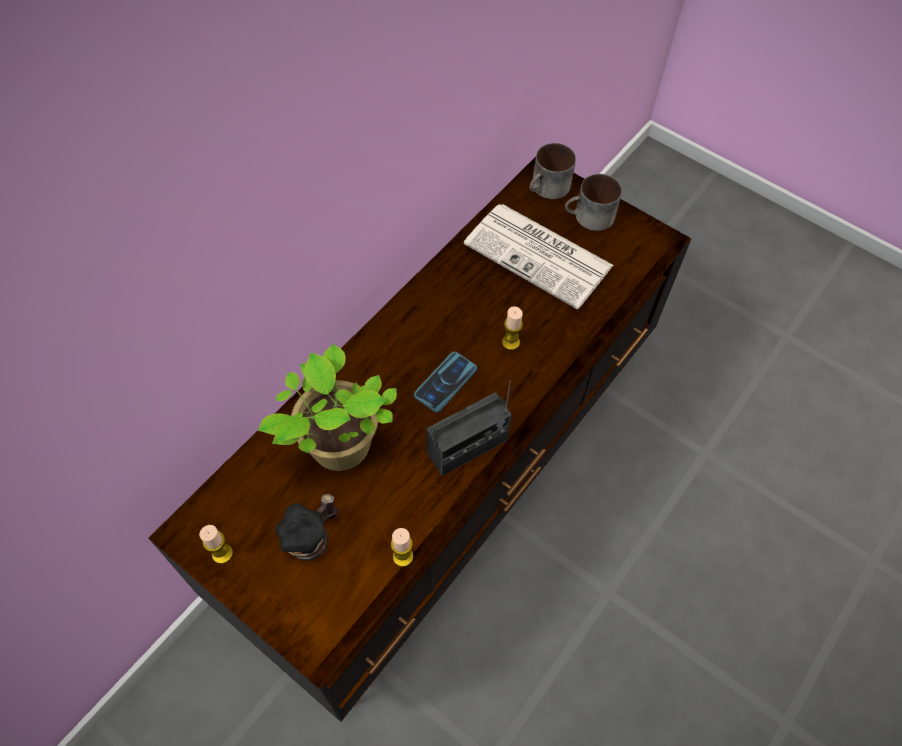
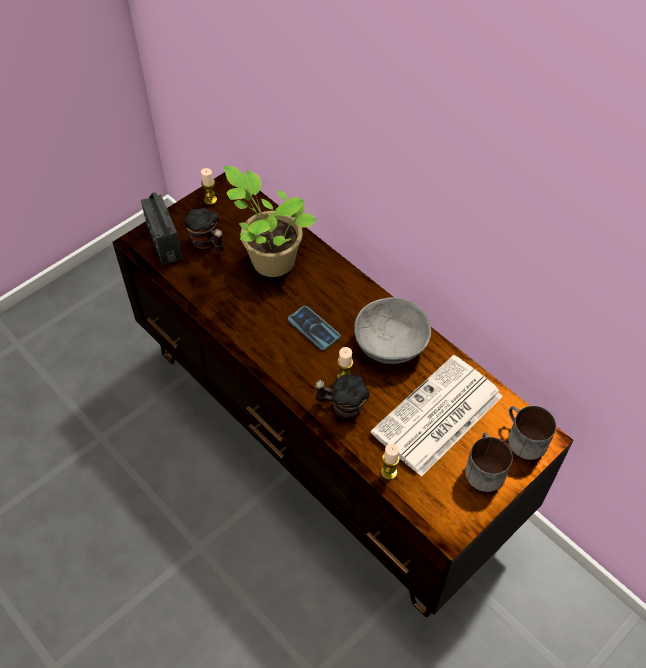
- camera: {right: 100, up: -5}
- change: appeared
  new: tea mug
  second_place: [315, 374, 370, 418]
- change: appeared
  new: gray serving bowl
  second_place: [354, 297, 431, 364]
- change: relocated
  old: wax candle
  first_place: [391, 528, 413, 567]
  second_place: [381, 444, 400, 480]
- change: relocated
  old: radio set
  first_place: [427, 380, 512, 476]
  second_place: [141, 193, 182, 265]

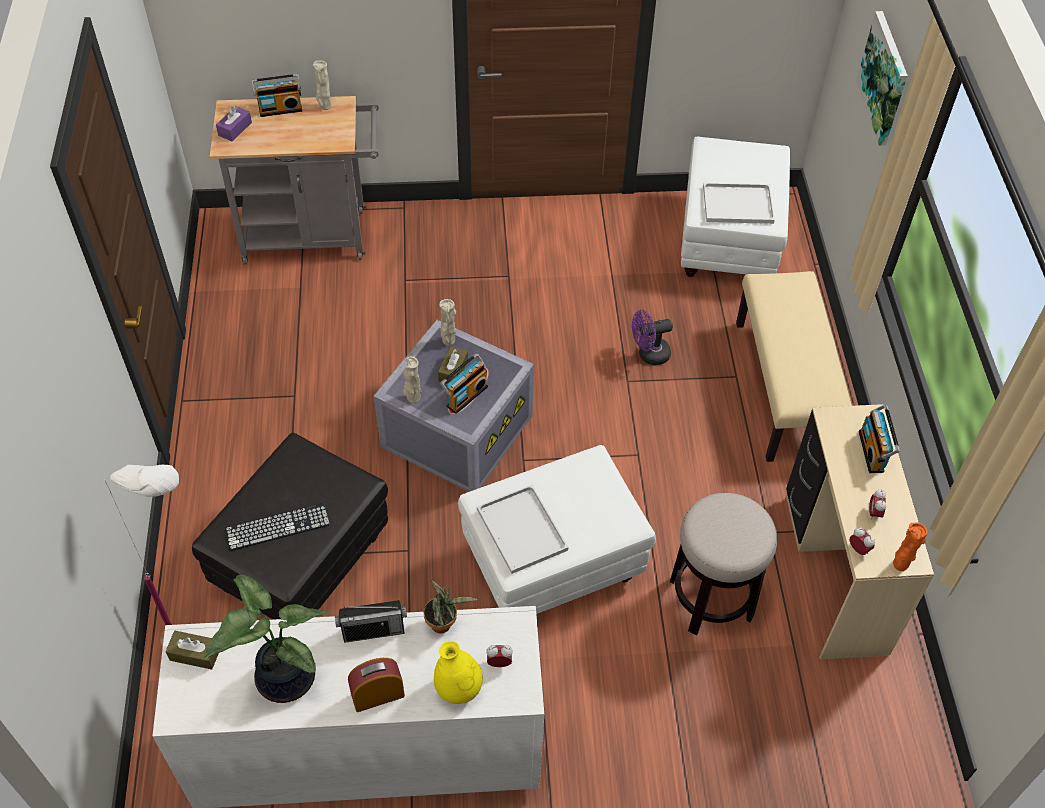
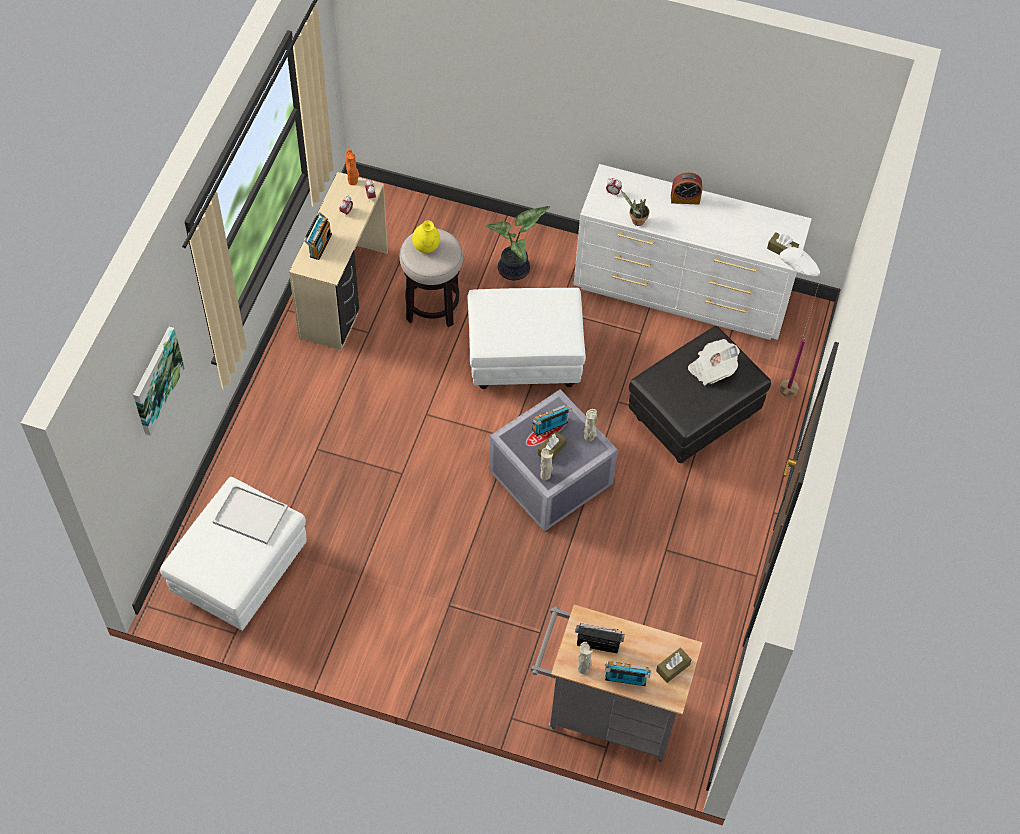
- camera: {right: -160, up: 5}
- change: missing
  old: white-coloured serving tray
  first_place: [477, 485, 568, 574]
- change: missing
  old: purple-coloured cooling fan
  first_place: [632, 310, 673, 365]
- change: missing
  old: beige-coloured long seat
  first_place: [736, 271, 852, 462]
- change: relocated
  old: plant in a pot
  first_place: [204, 574, 328, 703]
  second_place: [485, 206, 550, 281]
- change: relocated
  old: radio set
  first_place: [335, 600, 407, 643]
  second_place: [575, 623, 625, 653]
- change: relocated
  old: yellowish flower vase
  first_place: [434, 641, 483, 704]
  second_place: [412, 220, 440, 253]
- change: exchanged
  old: keyboard
  new: printed paper
  first_place: [225, 503, 330, 551]
  second_place: [688, 339, 740, 385]
- change: colour
  old: purple-coloured box of tissues
  new: brownish box of tissues
  first_place: [216, 105, 252, 141]
  second_place: [656, 648, 692, 683]

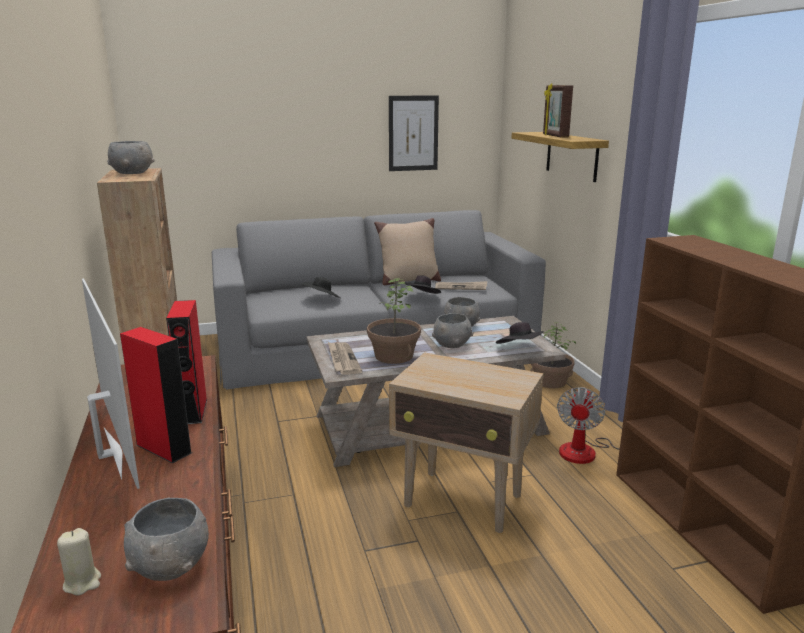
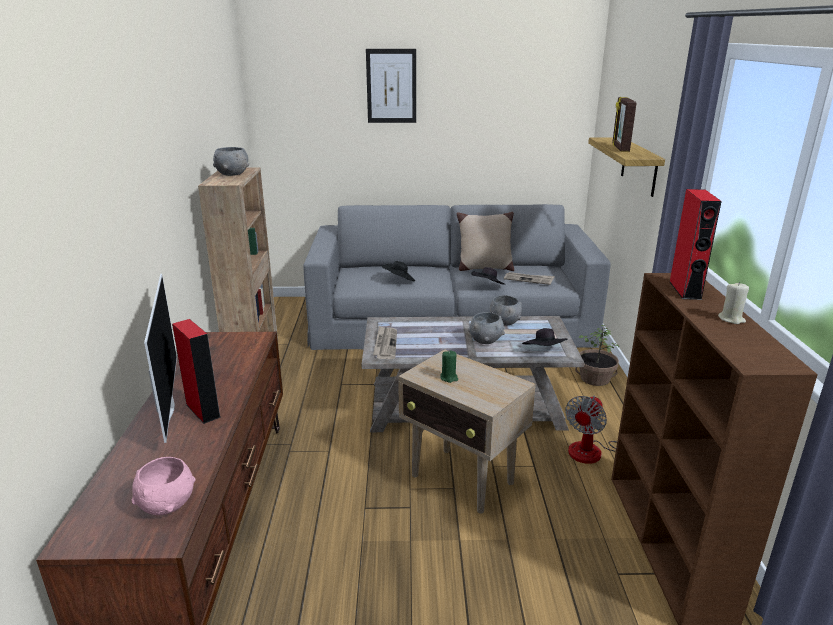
- camera: {right: 15, up: 5}
- change: missing
  old: plant in a pot
  first_place: [367, 278, 421, 364]
- change: appeared
  new: green-coloured wax candle
  second_place: [440, 350, 458, 383]
- change: relocated
  old: beige-coloured wax candle
  first_place: [57, 528, 101, 596]
  second_place: [718, 282, 749, 324]
- change: relocated
  old: red-coloured loudspeaker
  first_place: [166, 300, 207, 424]
  second_place: [669, 189, 722, 300]
- change: relocated
  old: wall art
  first_place: [389, 96, 439, 171]
  second_place: [366, 49, 416, 123]
- change: colour
  old: gray serving bowl
  new: pink serving bowl
  first_place: [124, 498, 209, 581]
  second_place: [131, 457, 196, 515]

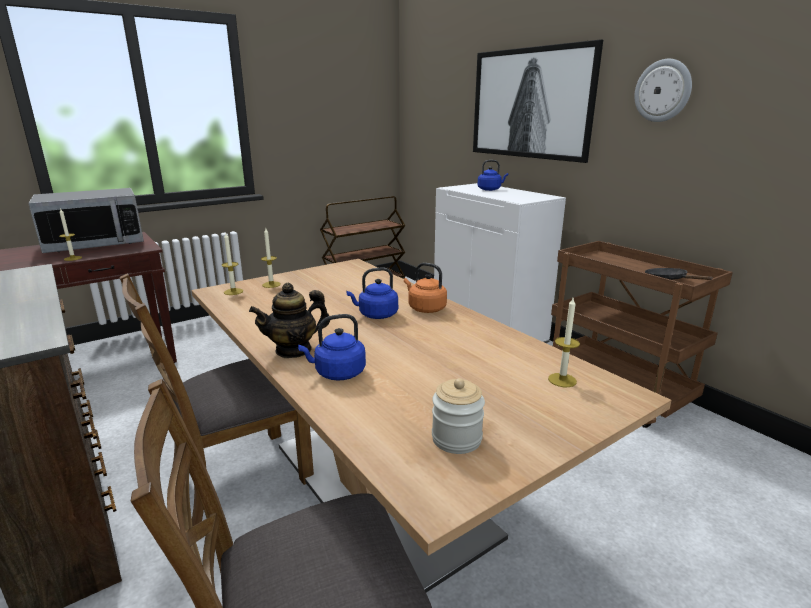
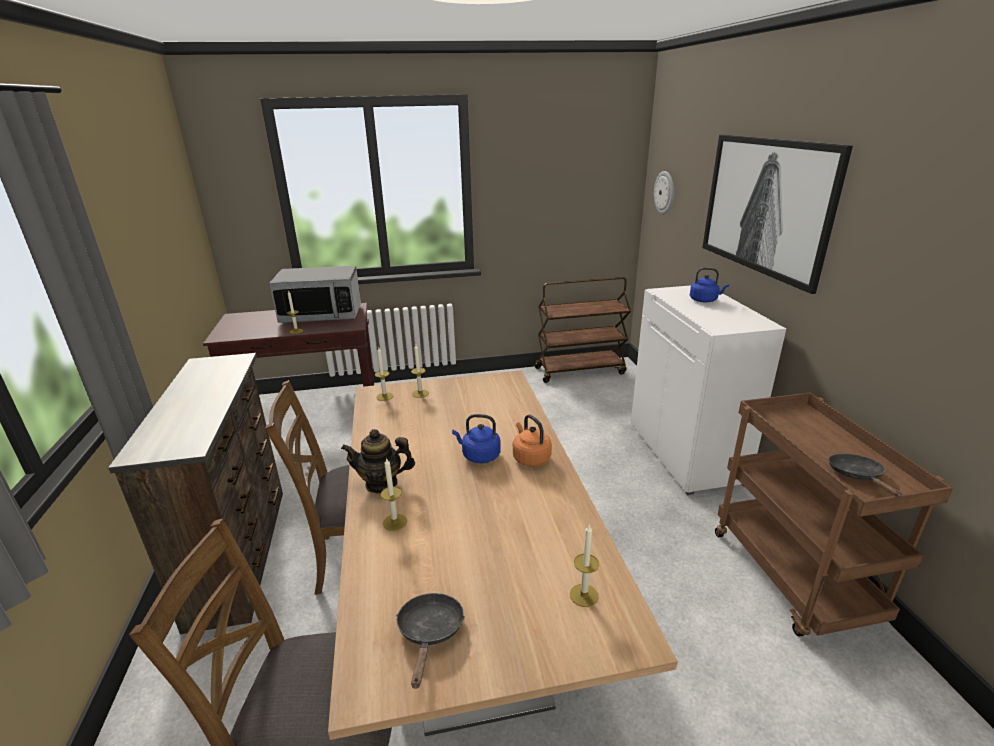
- camera: {right: 25, up: 5}
- change: relocated
  old: hanging clock
  first_place: [634, 59, 692, 122]
  second_place: [654, 171, 674, 214]
- change: exchanged
  old: bluish kettle
  new: wax candle
  first_place: [298, 314, 366, 380]
  second_place: [380, 458, 407, 531]
- change: exchanged
  old: preserve jar
  new: black-coloured pan
  first_place: [432, 378, 485, 454]
  second_place: [396, 593, 465, 689]

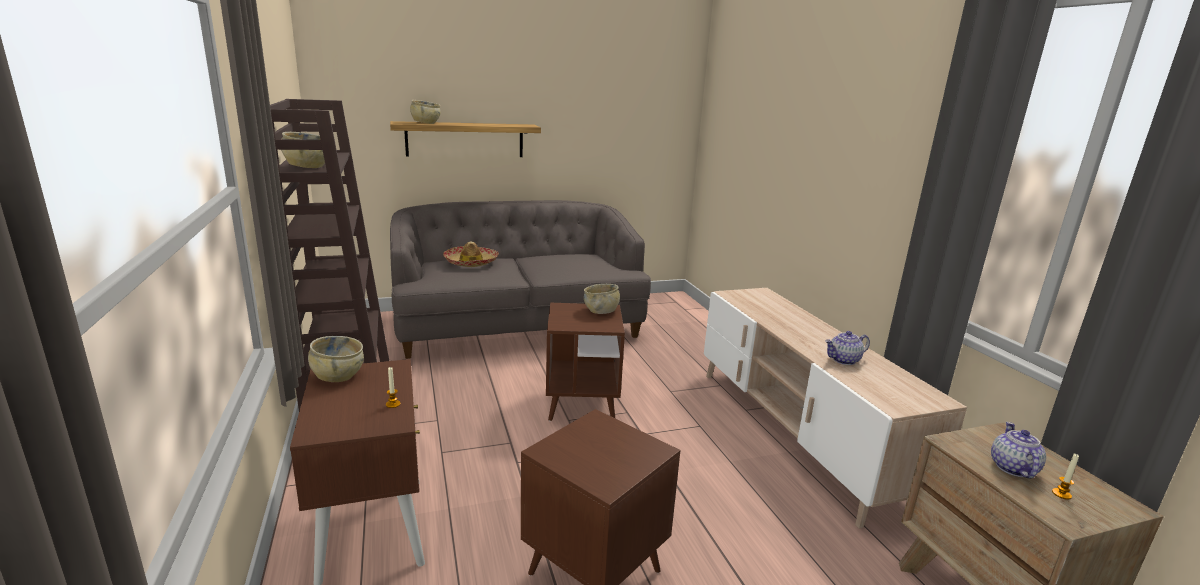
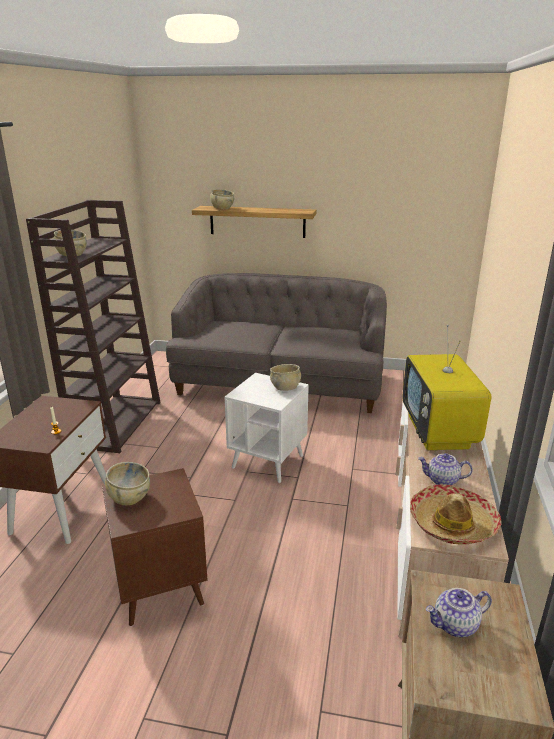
- camera: {right: 30, up: 5}
- change: missing
  old: wax candle
  first_place: [1052, 454, 1079, 500]
- change: appeared
  new: television
  second_place: [402, 325, 492, 450]
- change: relocated
  old: beige-coloured serving bowl
  first_place: [308, 336, 364, 382]
  second_place: [105, 462, 150, 505]
- change: relocated
  old: clothing hat
  first_place: [443, 242, 499, 267]
  second_place: [410, 484, 502, 545]
- change: colour
  old: brownish side table
  new: white-coloured side table
  first_place: [546, 303, 625, 421]
  second_place: [225, 373, 309, 483]
- change: spun
  old: pot for tea
  first_place: [991, 422, 1046, 478]
  second_place: [426, 588, 492, 637]
  degrees: -150

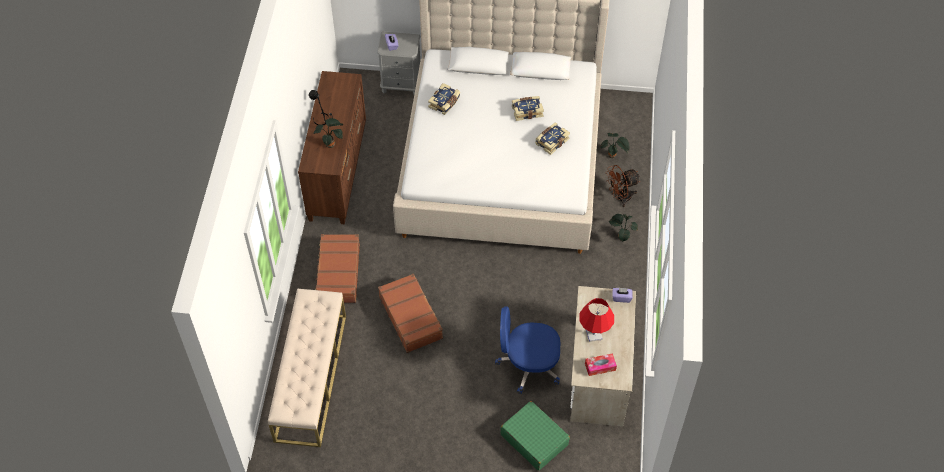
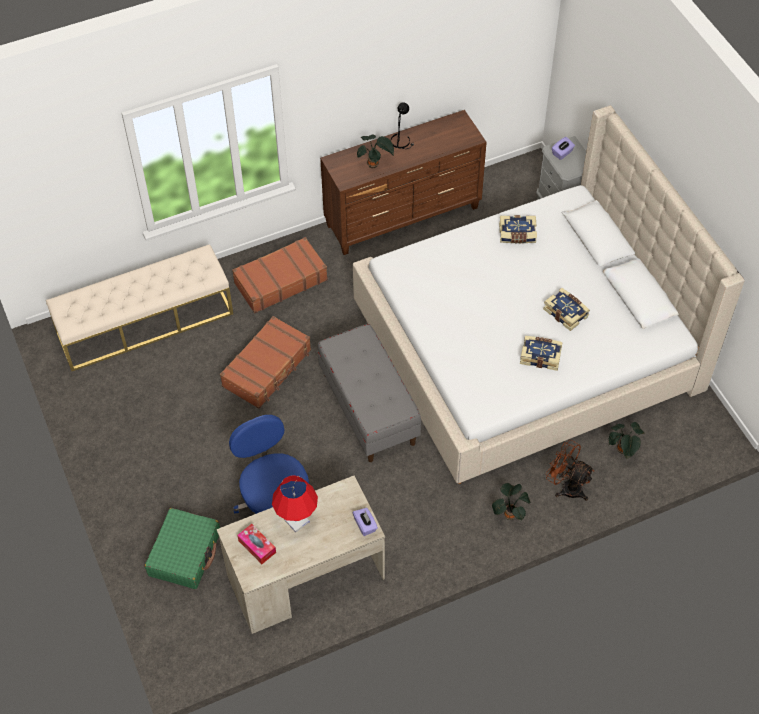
- camera: {right: 60, up: 0}
- change: appeared
  new: gray long seat
  second_place: [318, 324, 421, 462]

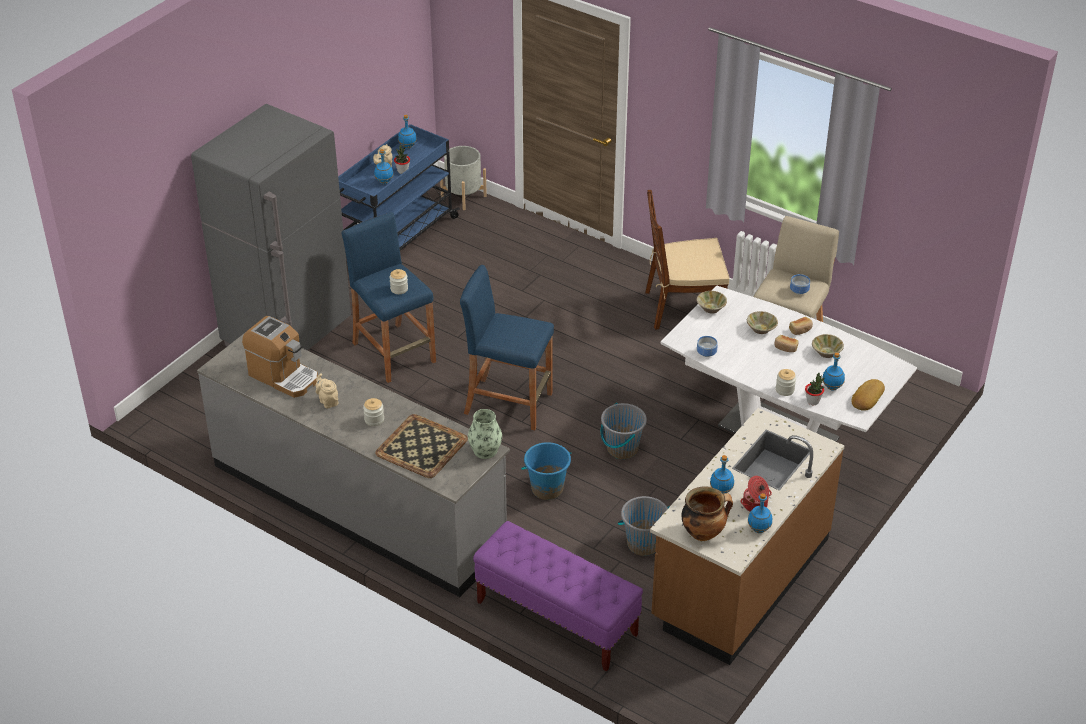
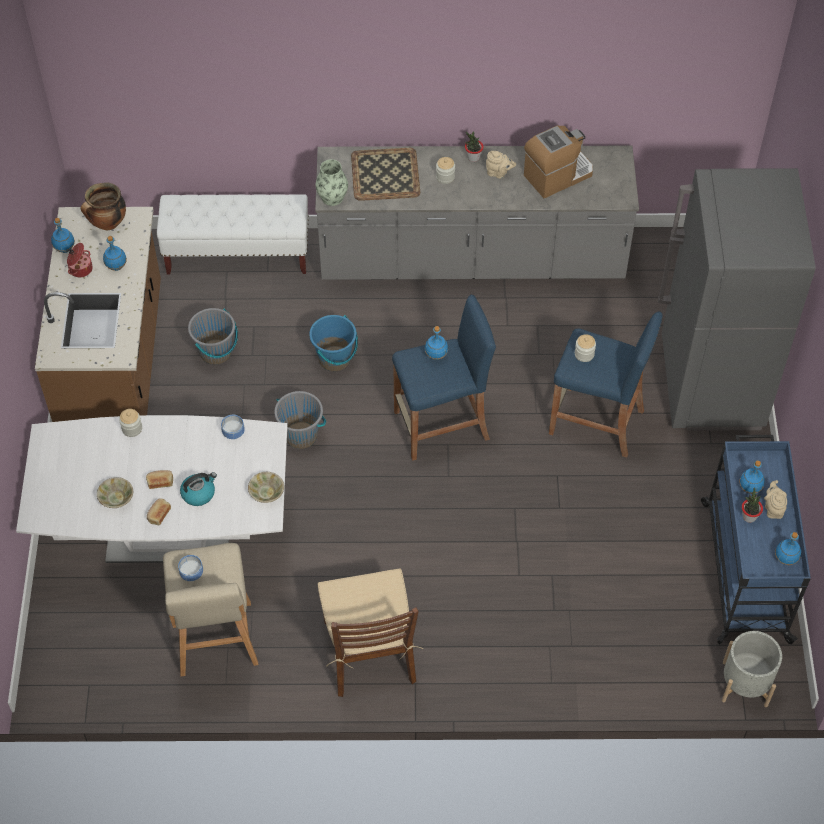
- camera: {right: 145, up: 15}
- change: missing
  old: baked bread
  first_place: [852, 379, 885, 411]
- change: relocated
  old: plant in a pot
  first_place: [805, 373, 825, 405]
  second_place: [465, 132, 484, 162]
- change: relocated
  old: bluish drink bottle
  first_place: [822, 353, 845, 391]
  second_place: [425, 326, 448, 360]
- change: exchanged
  old: beige-coloured serving bowl
  new: kettle
  first_place: [747, 311, 778, 334]
  second_place: [180, 472, 217, 506]
- change: colour
  old: purple-coloured long seat
  new: white-coloured long seat
  first_place: [473, 521, 643, 672]
  second_place: [157, 194, 309, 274]
- change: spun
  old: coffee brewer
  first_place: [242, 316, 318, 398]
  second_place: [524, 126, 593, 199]
  degrees: 150
- change: spun
  old: brownish plain chair
  first_place: [645, 190, 730, 330]
  second_place: [318, 569, 423, 697]
  degrees: 120

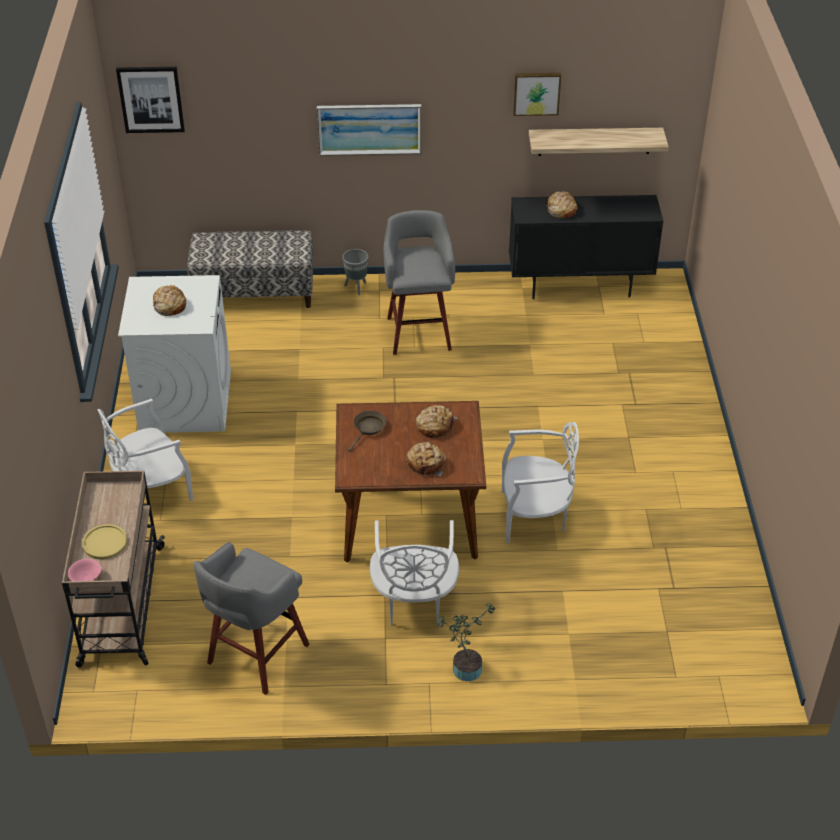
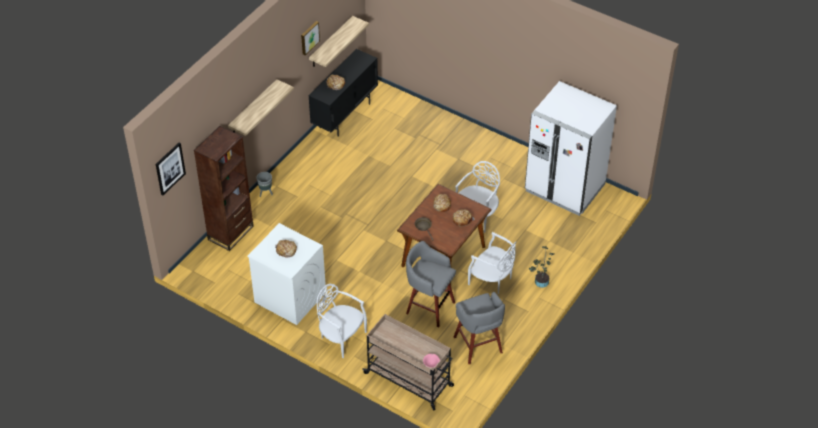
- camera: {right: -55, up: 5}
- change: missing
  old: yellowish plate
  first_place: [82, 524, 127, 559]
- change: appeared
  new: white-coloured refrigerator
  second_place: [525, 81, 617, 216]
- change: relocated
  old: gray sitting stool
  first_place: [384, 210, 455, 355]
  second_place: [406, 241, 456, 328]
- change: exchanged
  old: long seat
  new: brownish shelving unit
  first_place: [187, 230, 313, 308]
  second_place: [194, 126, 254, 251]
- change: exchanged
  old: wall art
  new: wall shelf
  first_place: [317, 104, 421, 156]
  second_place: [228, 79, 294, 136]
- change: spun
  old: white-coloured plain chair
  first_place: [97, 398, 193, 501]
  second_place: [317, 284, 367, 358]
  degrees: 120

